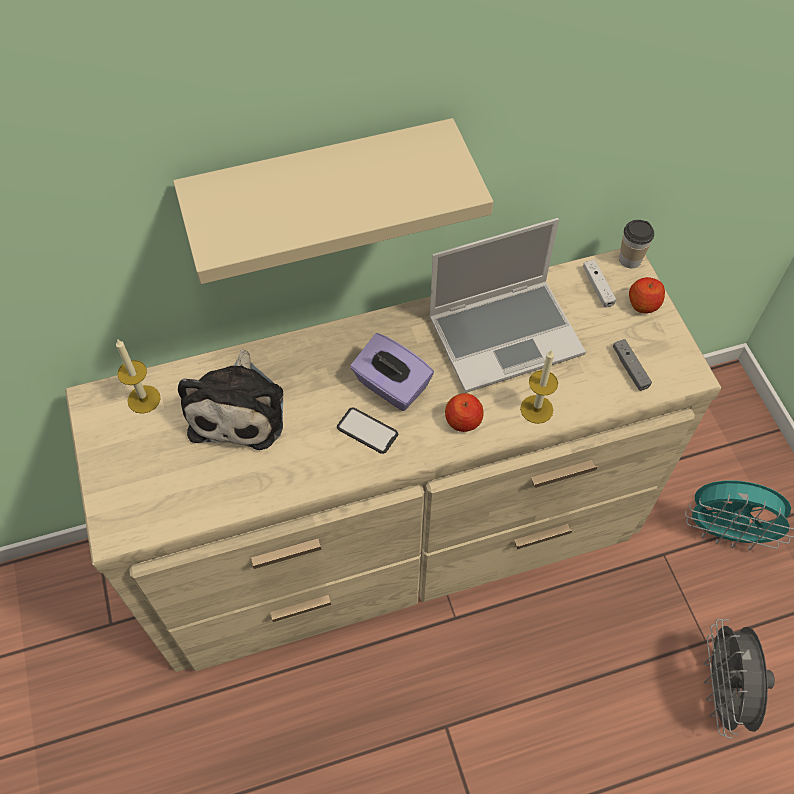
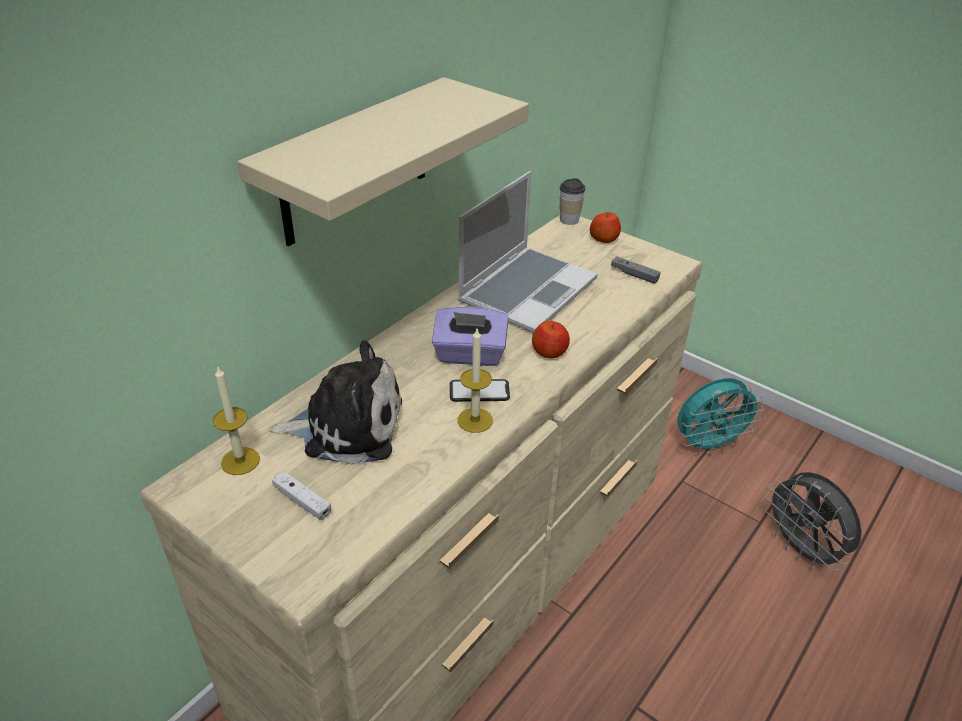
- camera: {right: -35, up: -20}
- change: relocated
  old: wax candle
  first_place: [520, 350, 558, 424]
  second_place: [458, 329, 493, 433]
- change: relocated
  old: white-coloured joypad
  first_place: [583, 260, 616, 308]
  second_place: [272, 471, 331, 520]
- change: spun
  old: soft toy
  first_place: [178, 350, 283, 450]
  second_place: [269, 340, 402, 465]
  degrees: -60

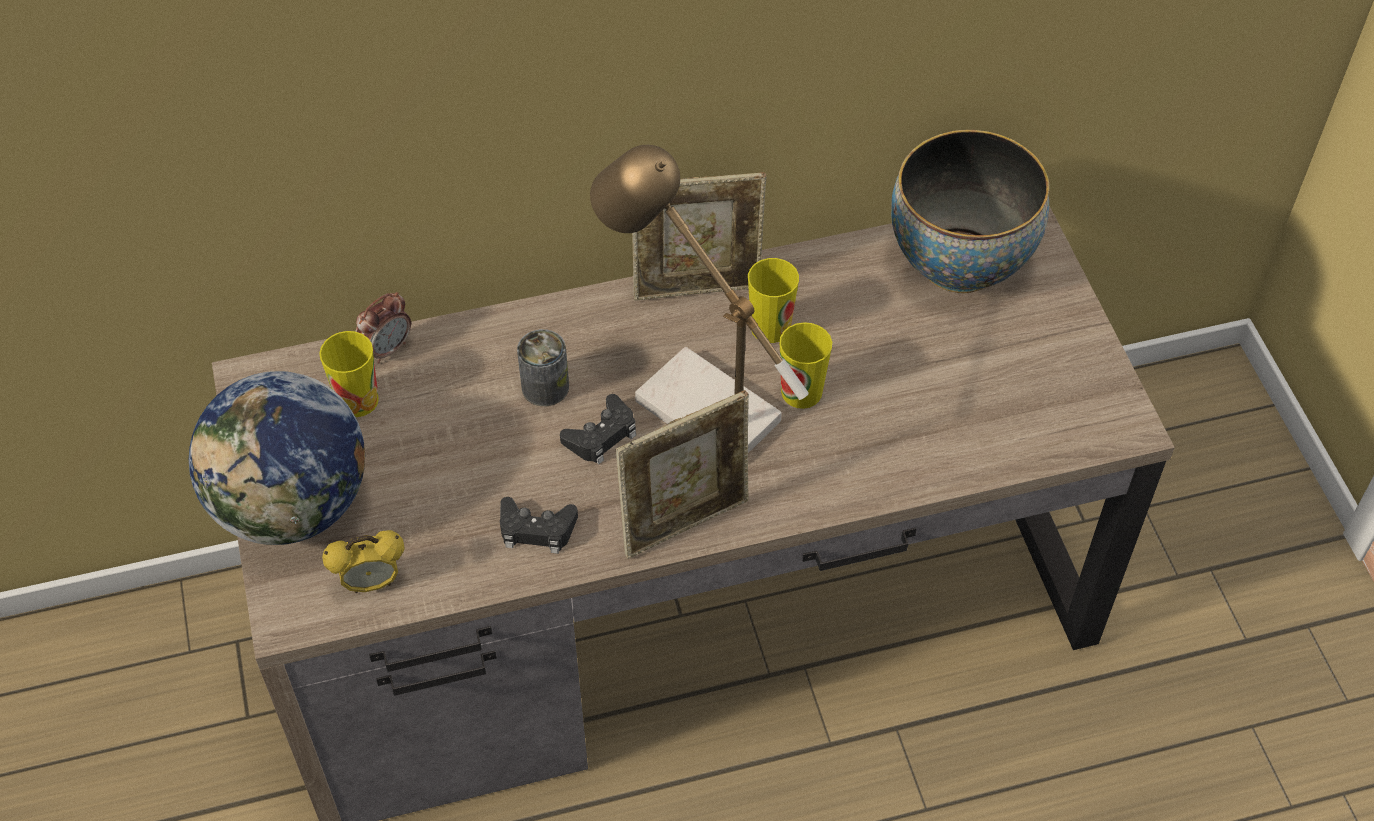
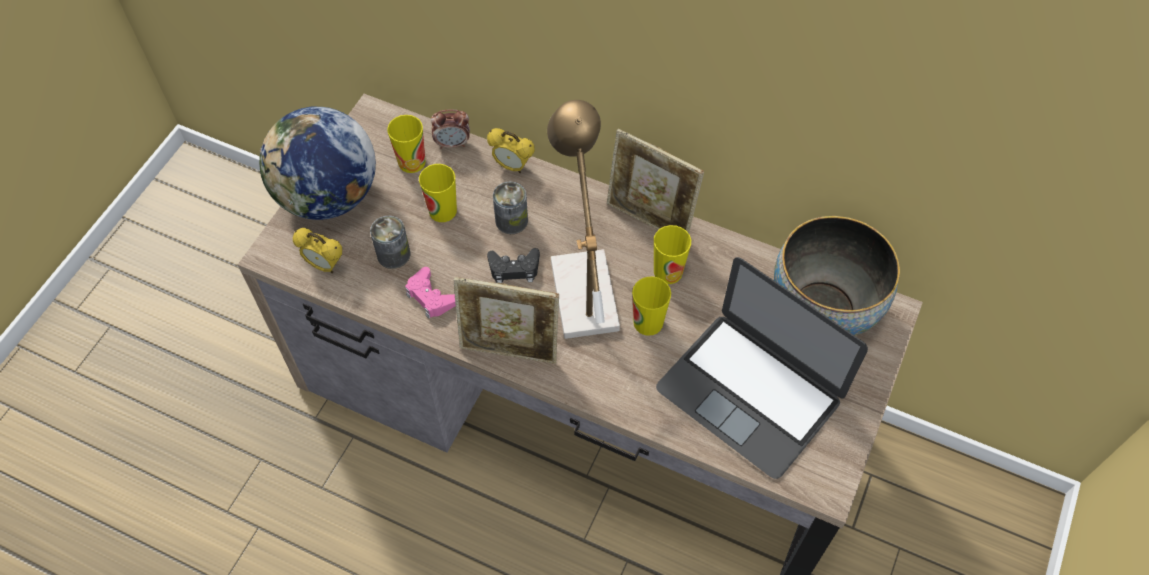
- camera: {right: 40, up: 5}
- change: appeared
  new: can
  second_place: [370, 216, 410, 269]
- change: appeared
  new: small cup
  second_place: [419, 164, 457, 222]
- change: appeared
  new: alarm clock
  second_place: [487, 128, 535, 173]
- change: appeared
  new: laptop
  second_place: [656, 257, 868, 479]
- change: colour
  old: black-coloured joypad
  new: pink joypad
  first_place: [500, 497, 578, 554]
  second_place: [405, 267, 456, 318]

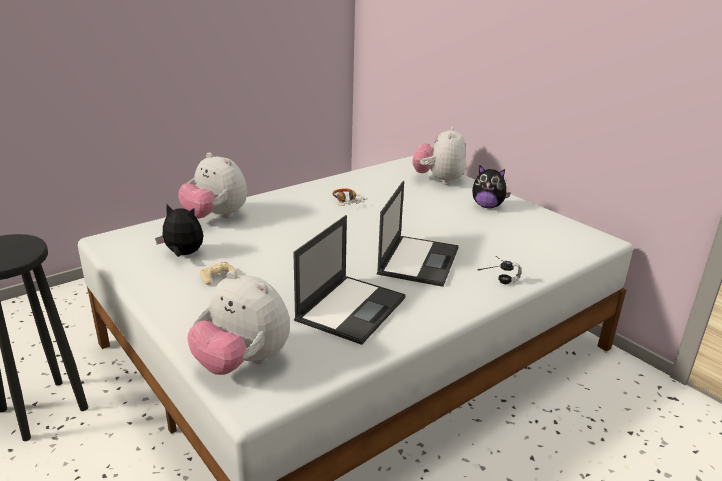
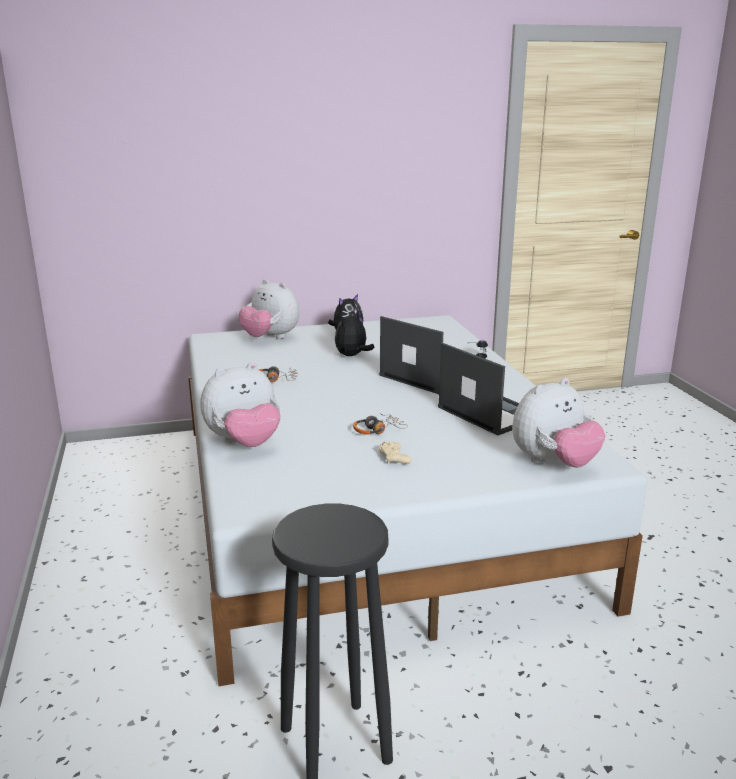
- camera: {right: -65, up: -5}
- change: appeared
  new: headphones
  second_place: [353, 413, 408, 435]
- change: relocated
  old: soft toy
  first_place: [155, 203, 203, 257]
  second_place: [335, 310, 375, 356]

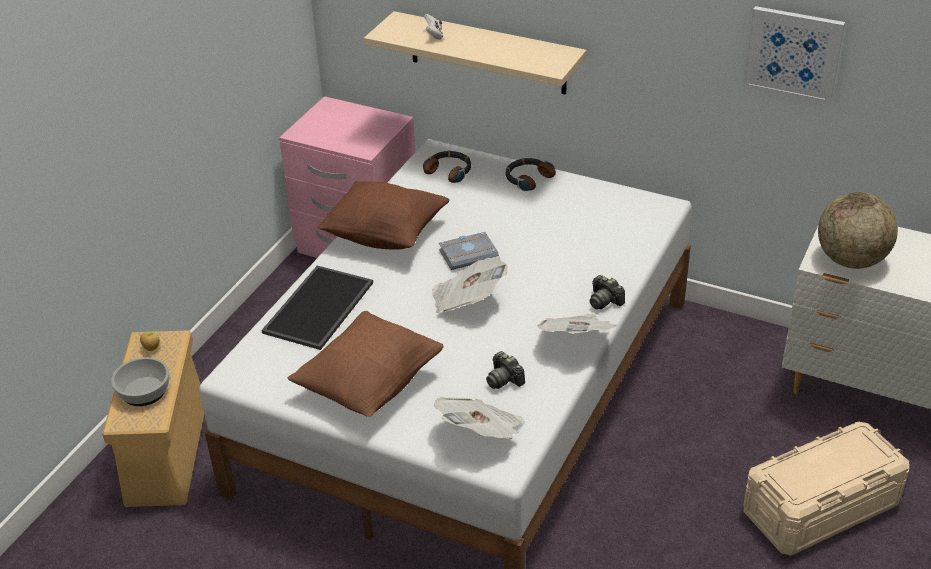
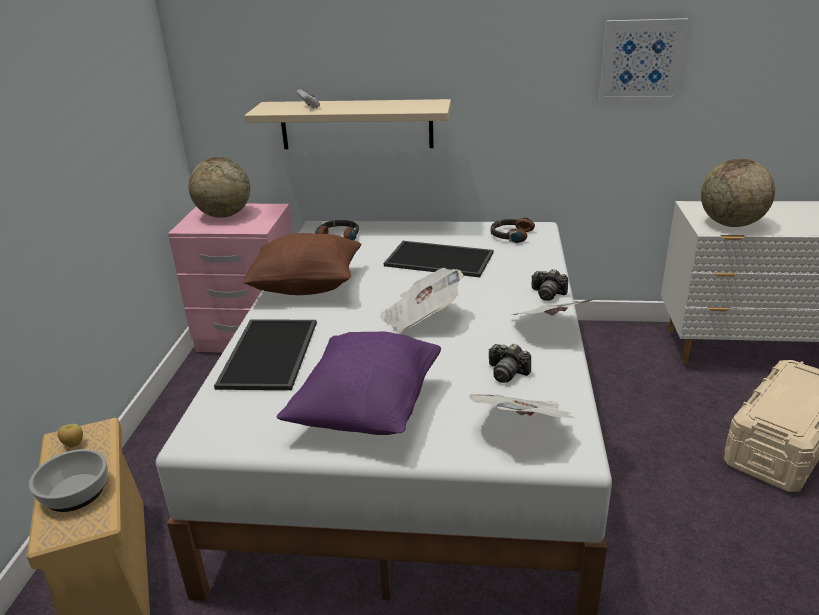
- camera: {right: -20, up: -10}
- change: missing
  old: gray bound book
  first_place: [439, 232, 499, 270]
- change: appeared
  new: world globe
  second_place: [189, 157, 250, 218]
- change: appeared
  new: serving tray
  second_place: [384, 241, 493, 277]
- change: relocated
  old: headphones
  first_place: [505, 158, 556, 191]
  second_place: [490, 218, 535, 243]
- change: colour
  old: brownish throw pillow
  new: purple-coloured throw pillow
  first_place: [288, 311, 444, 417]
  second_place: [276, 331, 441, 435]

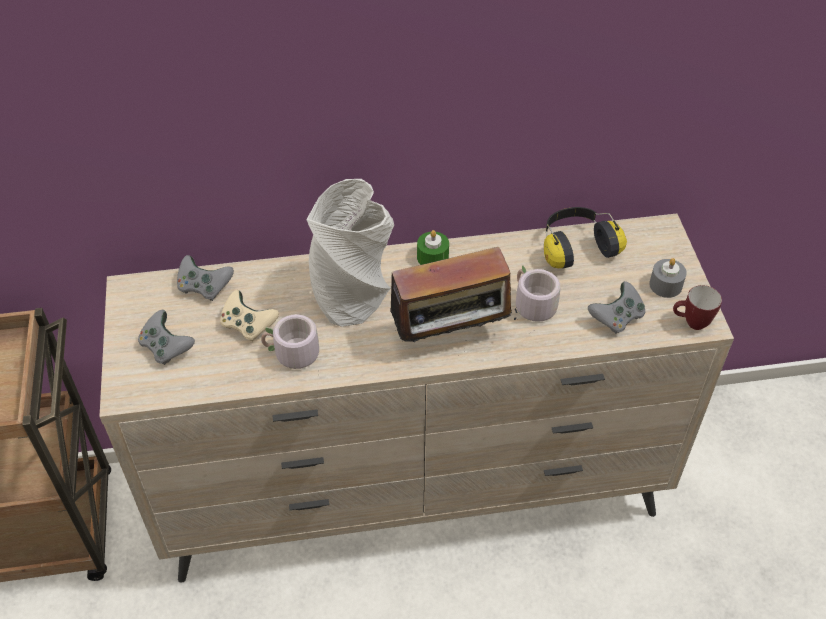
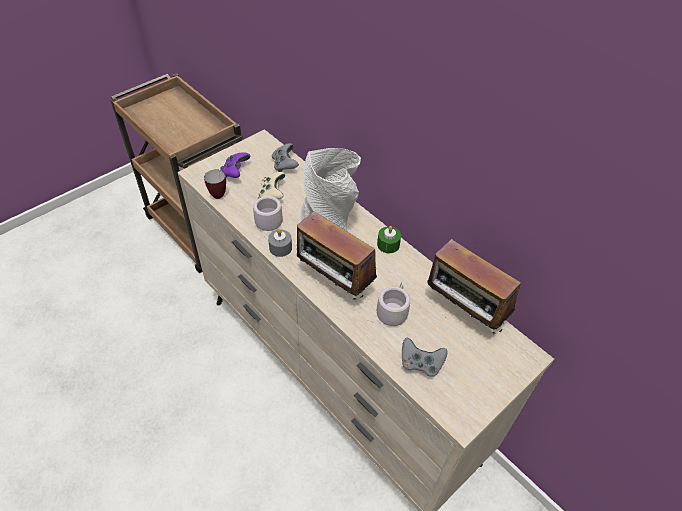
- camera: {right: 55, up: 0}
- change: relocated
  old: gray wax candle
  first_place: [649, 258, 687, 298]
  second_place: [268, 229, 292, 257]
- change: relocated
  old: tea mug
  first_place: [673, 285, 722, 330]
  second_place: [204, 169, 226, 199]
- change: exchanged
  old: headphones
  new: radio set
  first_place: [544, 207, 627, 268]
  second_place: [428, 239, 521, 334]
- change: colour
  old: gray joypad
  new: purple-coloured joypad
  first_place: [138, 310, 195, 365]
  second_place: [220, 152, 250, 178]

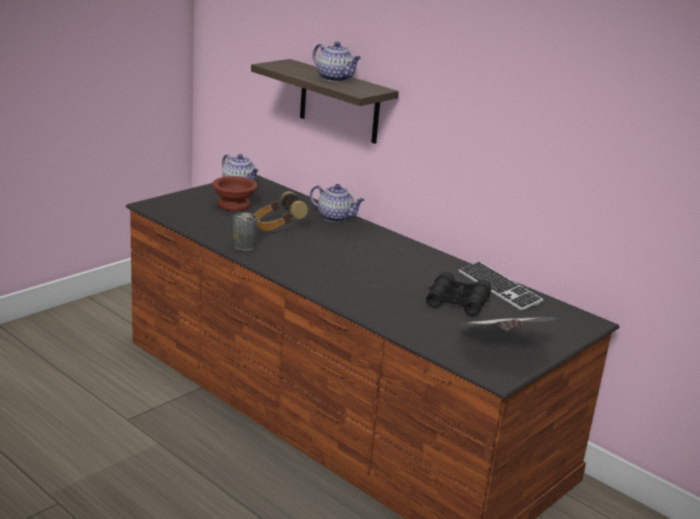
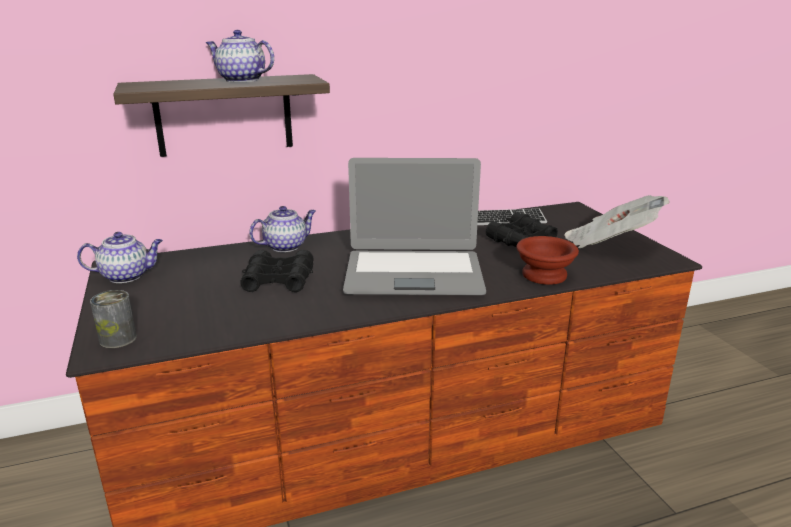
- camera: {right: -60, up: 0}
- change: appeared
  new: laptop
  second_place: [343, 158, 486, 295]
- change: relocated
  old: brownish serving bowl
  first_place: [212, 176, 258, 211]
  second_place: [516, 236, 579, 285]
- change: relocated
  old: can
  first_place: [232, 212, 257, 251]
  second_place: [90, 290, 137, 348]
- change: exchanged
  old: headphones
  new: black-coloured pair of binoculars
  first_place: [254, 191, 308, 231]
  second_place: [240, 250, 314, 292]
- change: spun
  old: pot for tea
  first_place: [313, 42, 361, 82]
  second_place: [206, 30, 274, 83]
  degrees: -135

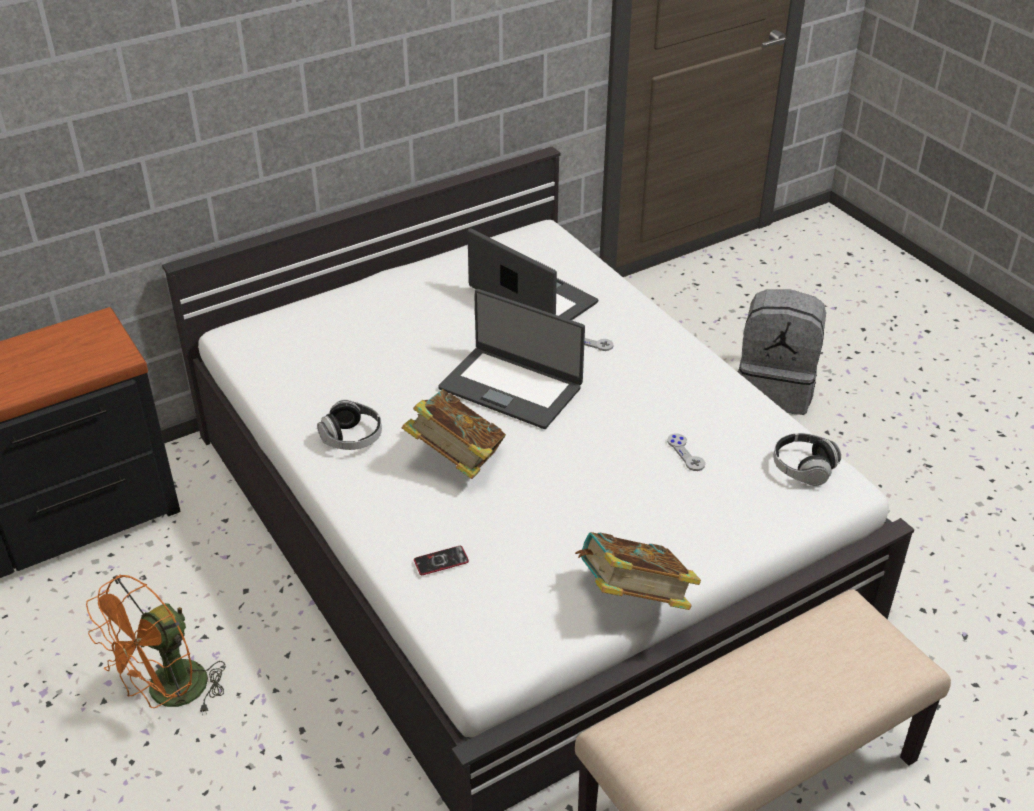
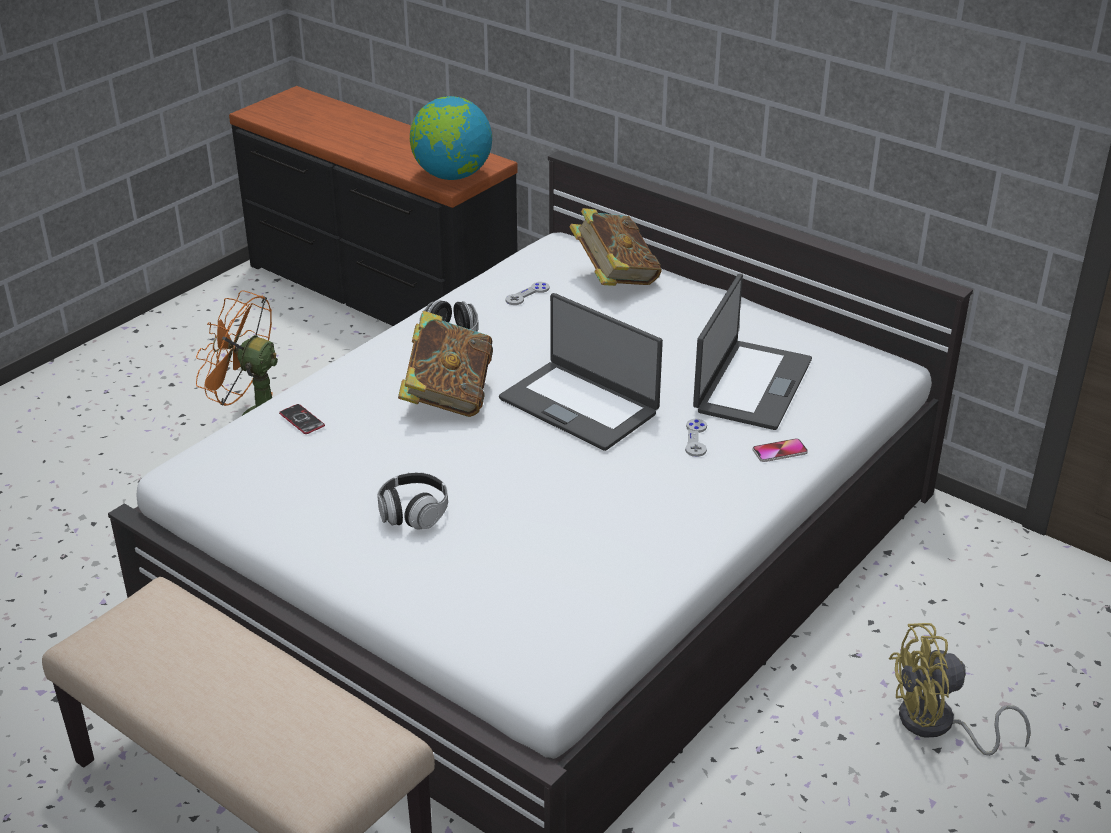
- camera: {right: 70, up: -5}
- change: appeared
  new: world globe
  second_place: [410, 96, 492, 180]
- change: appeared
  new: phone
  second_place: [753, 438, 808, 462]
- change: relocated
  old: bound book
  first_place: [575, 532, 701, 610]
  second_place: [569, 208, 662, 286]
- change: relocated
  old: gray joypad
  first_place: [667, 434, 705, 471]
  second_place: [506, 282, 549, 305]
- change: relocated
  old: headphones
  first_place: [773, 433, 841, 486]
  second_place: [377, 472, 448, 530]
- change: exchanged
  old: gray backpack
  new: yellowish cooling fan
  first_place: [738, 289, 826, 415]
  second_place: [889, 623, 1031, 756]
- change: spun
  old: laptop
  first_place: [438, 289, 585, 429]
  second_place: [499, 293, 663, 451]
  degrees: -60

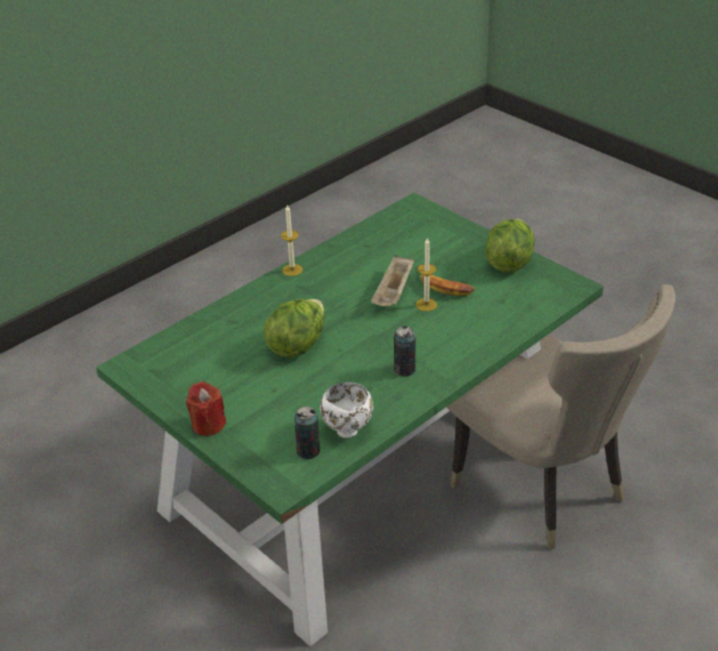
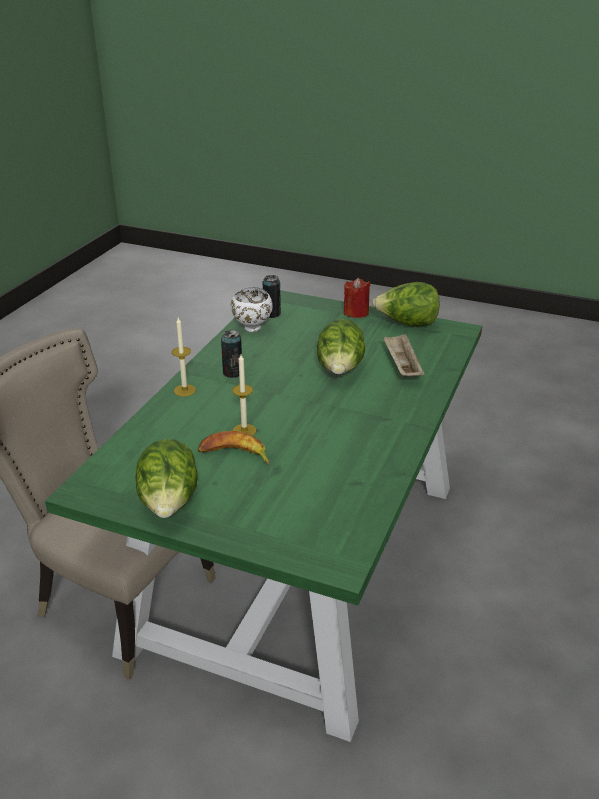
- camera: {right: 155, up: -5}
- change: appeared
  new: lettuce
  second_place: [372, 282, 440, 327]
- change: relocated
  old: wax candle
  first_place: [281, 205, 303, 276]
  second_place: [172, 317, 196, 397]
- change: relocated
  old: beige-coloured serving tray
  first_place: [371, 255, 414, 306]
  second_place: [383, 334, 424, 377]

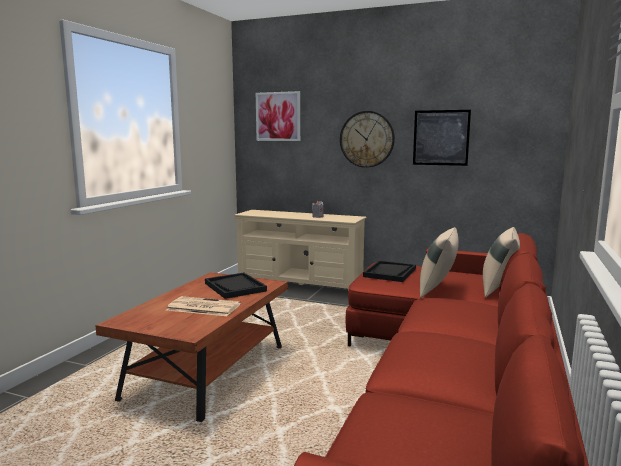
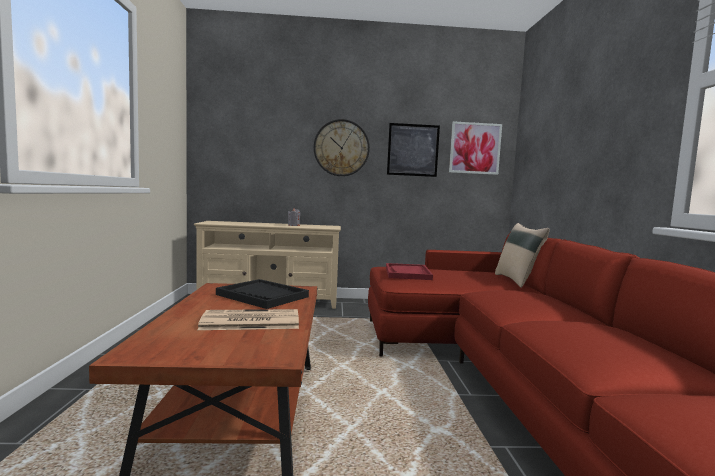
- camera: {right: -25, up: -5}
- change: missing
  old: beige-coloured throw pillow
  first_place: [420, 227, 459, 298]
- change: relocated
  old: wall art
  first_place: [256, 91, 300, 141]
  second_place: [449, 121, 502, 175]
- change: colour
  old: black-coloured serving tray
  new: red-coloured serving tray
  first_place: [363, 260, 416, 282]
  second_place: [386, 263, 433, 280]

